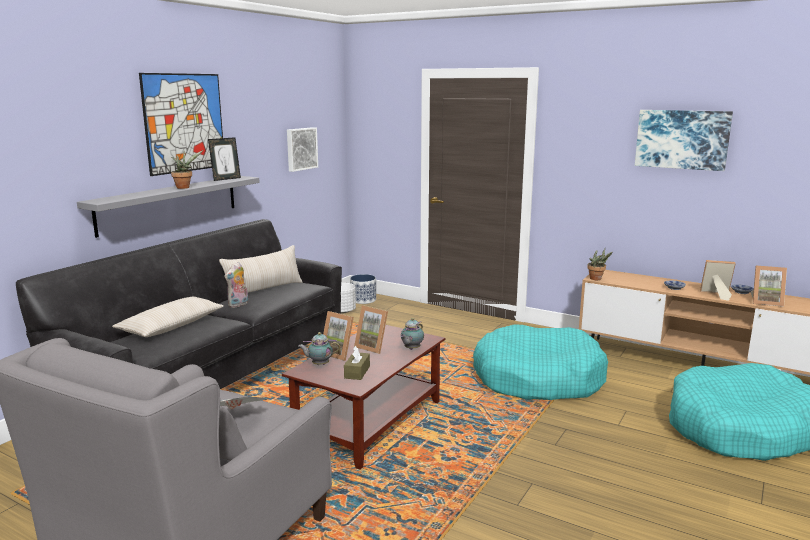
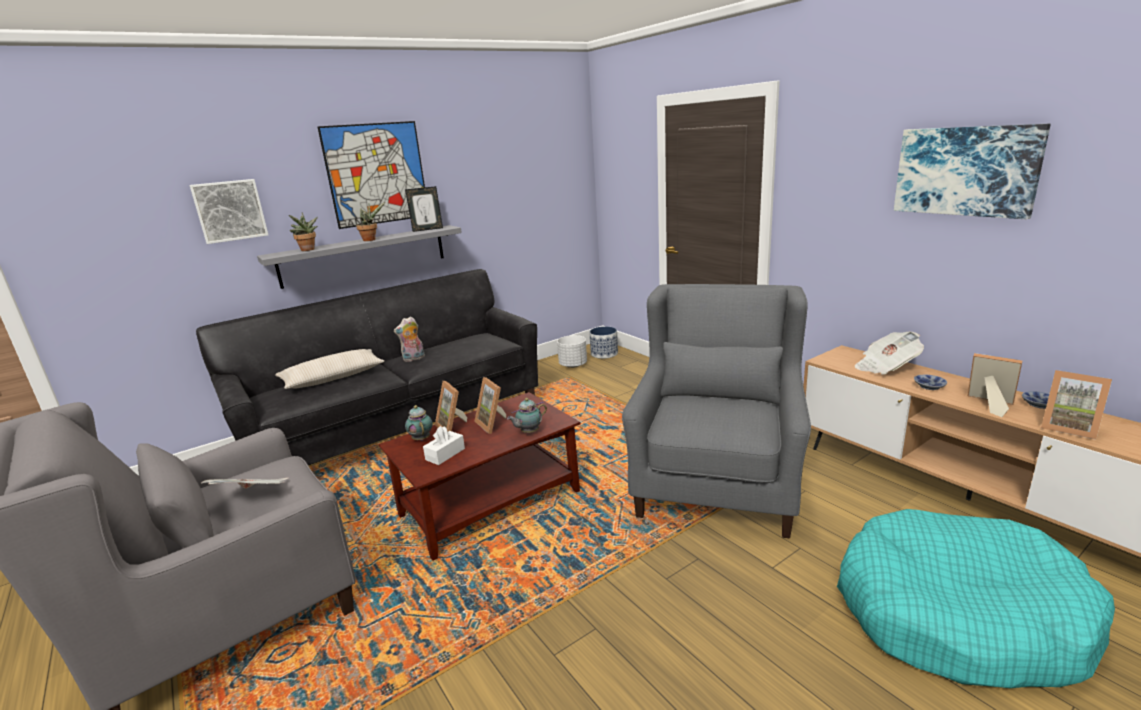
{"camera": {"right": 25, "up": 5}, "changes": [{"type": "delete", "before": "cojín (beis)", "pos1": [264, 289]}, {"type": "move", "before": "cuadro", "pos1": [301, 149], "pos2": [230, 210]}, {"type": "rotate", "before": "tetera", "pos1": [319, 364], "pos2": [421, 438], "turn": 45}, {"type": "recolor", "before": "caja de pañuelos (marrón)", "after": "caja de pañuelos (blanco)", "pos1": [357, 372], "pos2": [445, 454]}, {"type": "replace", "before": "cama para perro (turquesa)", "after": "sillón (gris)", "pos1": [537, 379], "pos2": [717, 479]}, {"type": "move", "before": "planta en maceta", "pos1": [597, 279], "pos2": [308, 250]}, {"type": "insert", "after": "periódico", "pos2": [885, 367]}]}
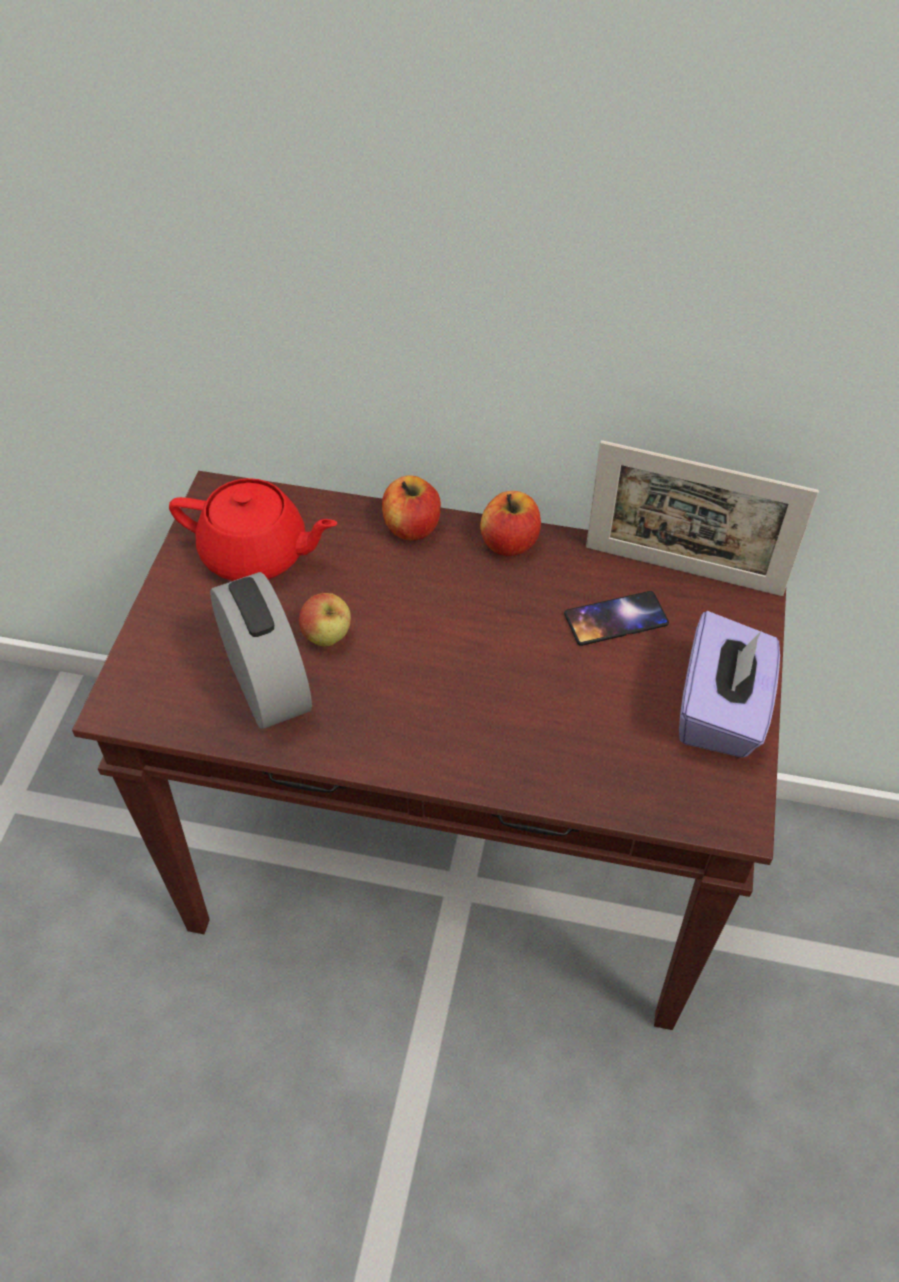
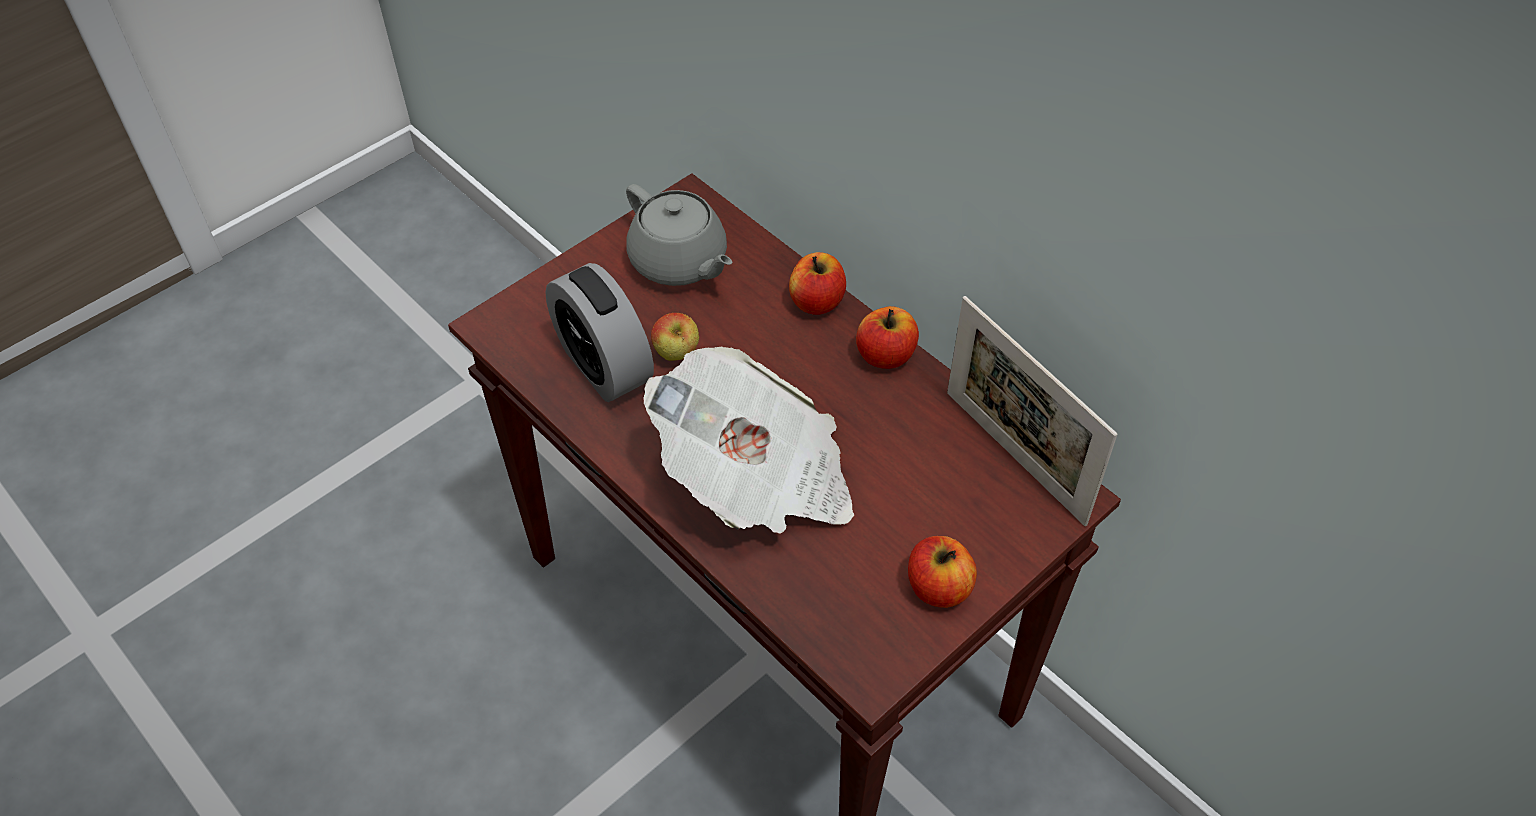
{"camera": {"right": 35, "up": 0}, "changes": [{"type": "recolor", "before": "tetera (rojo)", "after": "tetera (gris)", "pos1": [257, 554], "pos2": [679, 262]}, {"type": "rotate", "before": "despertador", "pos1": [267, 684], "pos2": [604, 365], "turn": 135}, {"type": "delete", "before": "móvil", "pos1": [616, 619]}, {"type": "replace", "before": "caja de pañuelos (morado)", "after": "manzana", "pos1": [721, 711], "pos2": [938, 588]}, {"type": "insert", "after": "periódico", "pos2": [756, 478]}]}
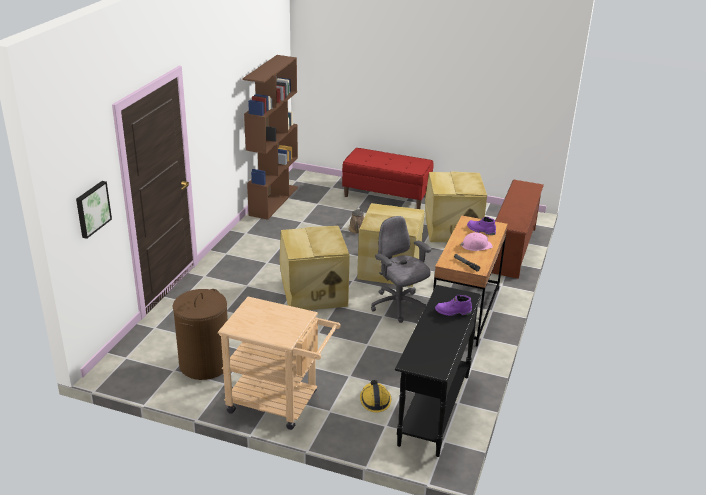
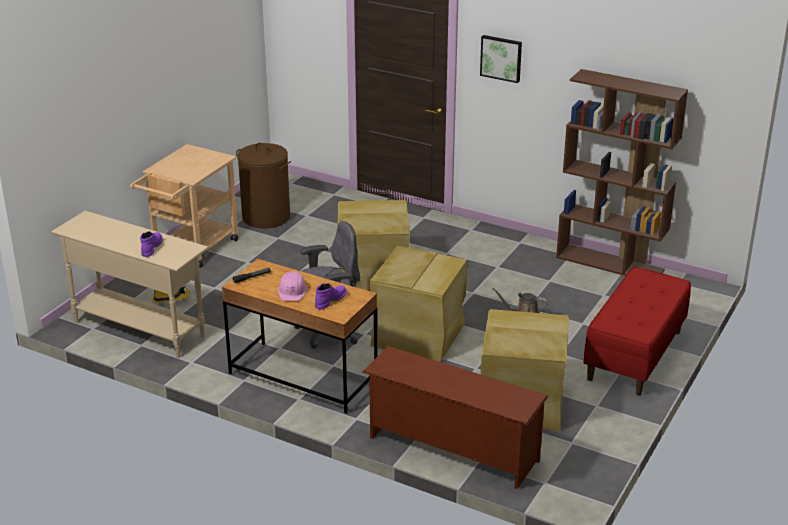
{"camera": {"right": 100, "up": 0}, "changes": [{"type": "move", "before": "cuadro", "pos1": [92, 208], "pos2": [501, 58]}, {"type": "recolor", "before": "mesa consola (negro)", "after": "mesa consola (beis)", "pos1": [433, 409], "pos2": [139, 329]}]}
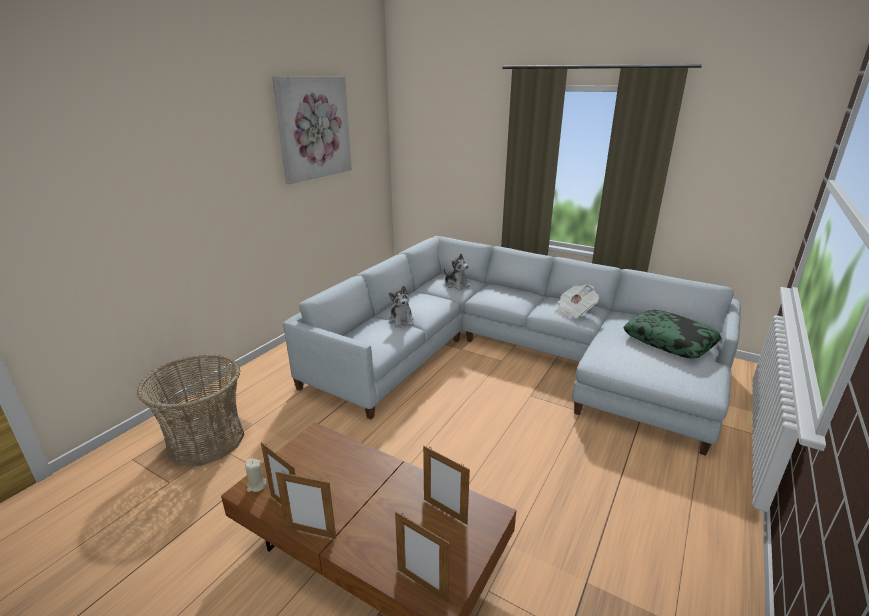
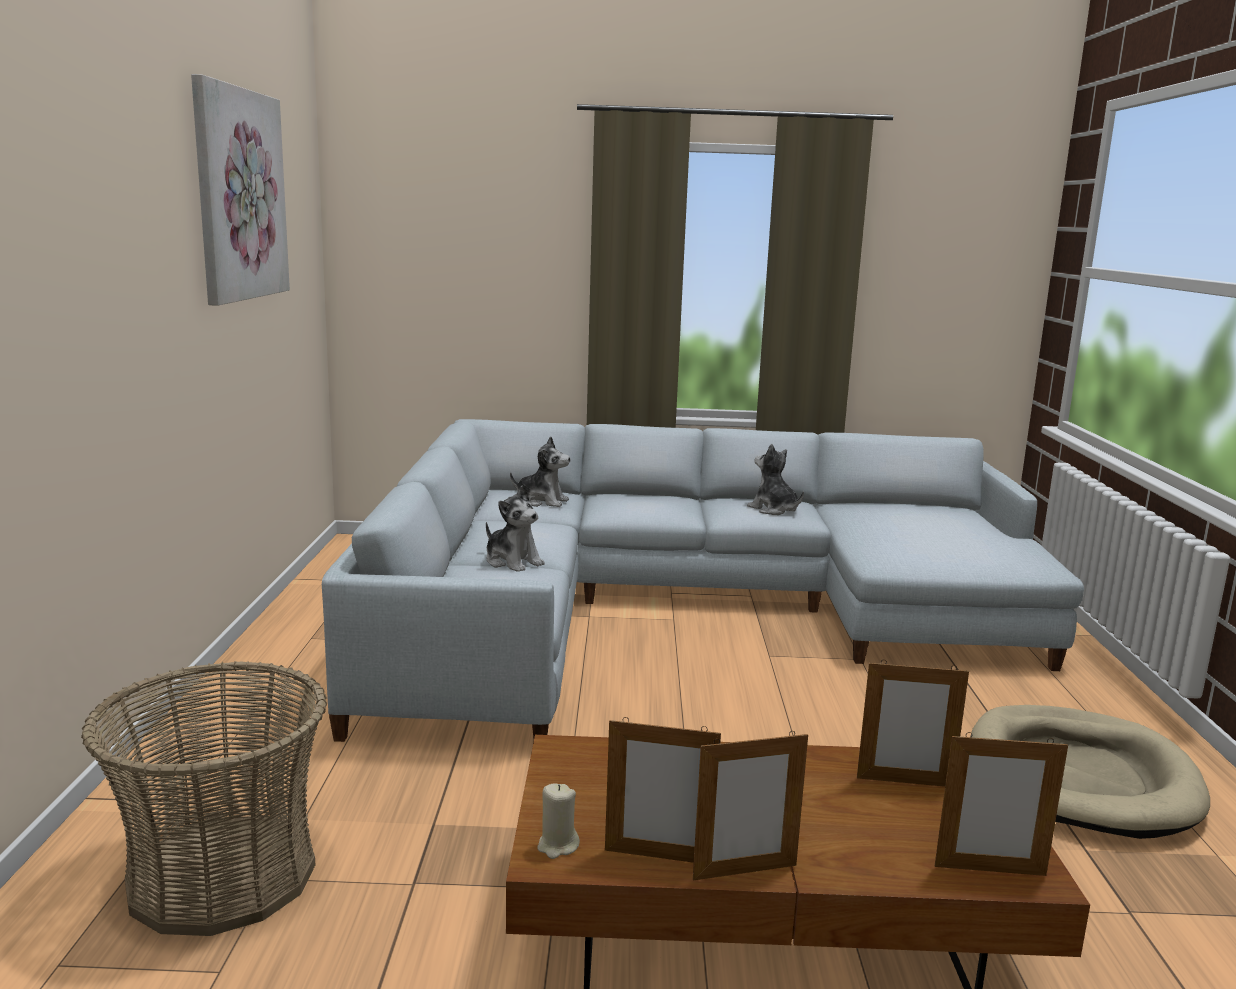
{"camera": {"right": -30, "up": -10}, "changes": [{"type": "replace", "before": "periódico", "after": "peluche", "pos1": [573, 311], "pos2": [773, 509]}, {"type": "delete", "before": "cojín", "pos1": [669, 341]}, {"type": "insert", "after": "cama para perro (beis)", "pos2": [1080, 777]}]}
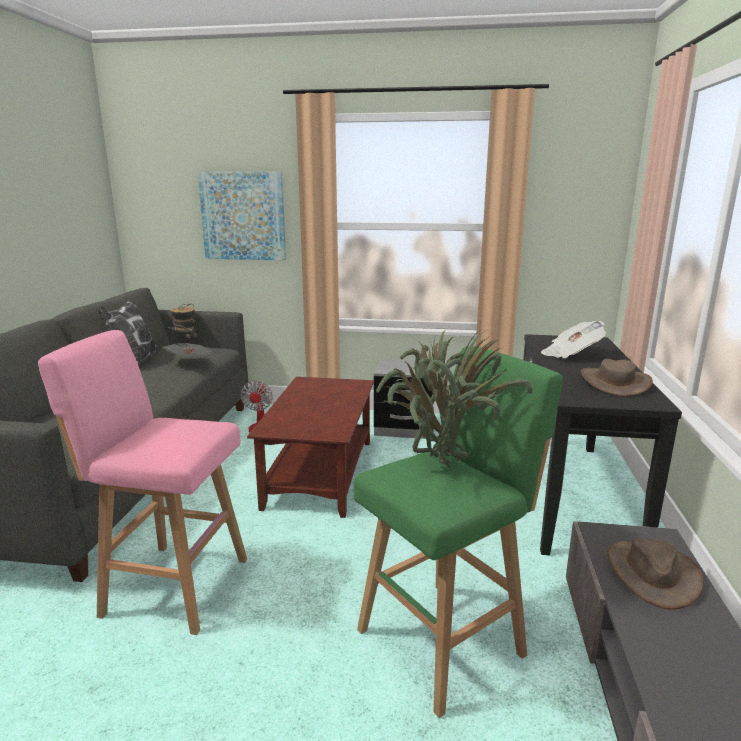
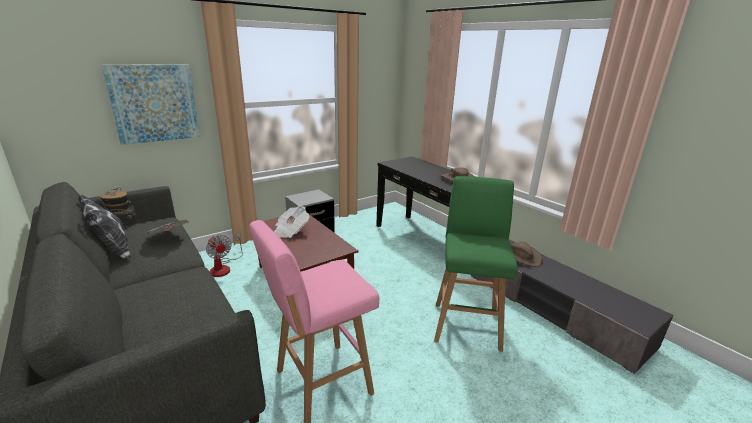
{"camera": {"right": -45, "up": 5}, "changes": [{"type": "delete", "before": "planta en maceta", "pos1": [440, 469]}, {"type": "move", "before": "periódico", "pos1": [571, 354], "pos2": [290, 231]}]}
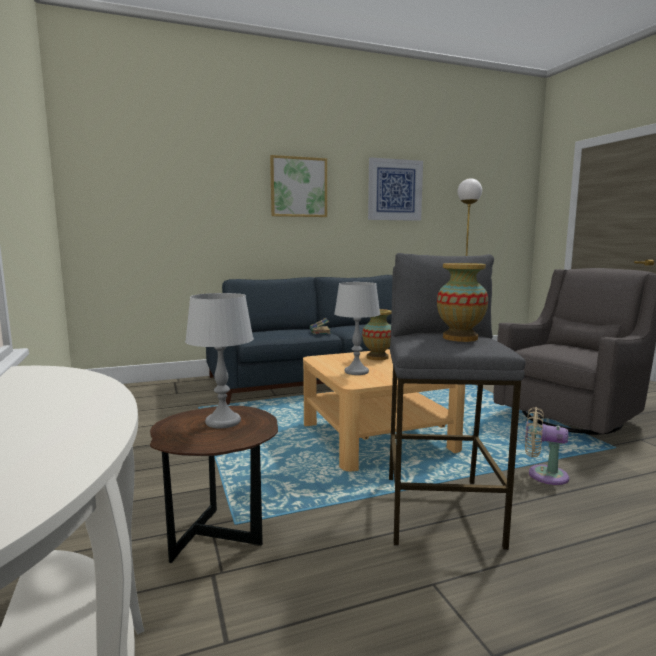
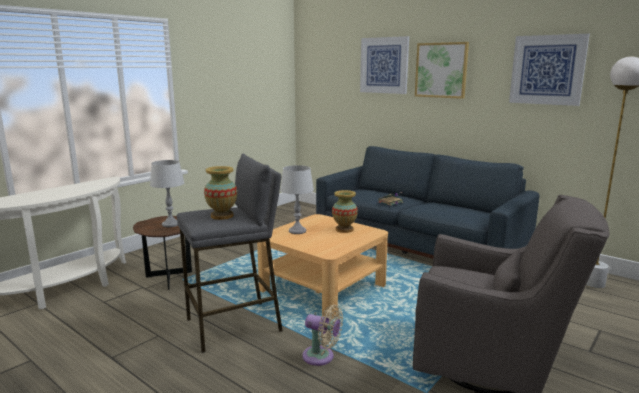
{"camera": {"right": 60, "up": 5}, "changes": [{"type": "rotate", "before": "ventilador (beis)", "pos1": [543, 474], "pos2": [321, 357], "turn": 120}, {"type": "insert", "after": "cuadro", "pos2": [384, 65]}]}
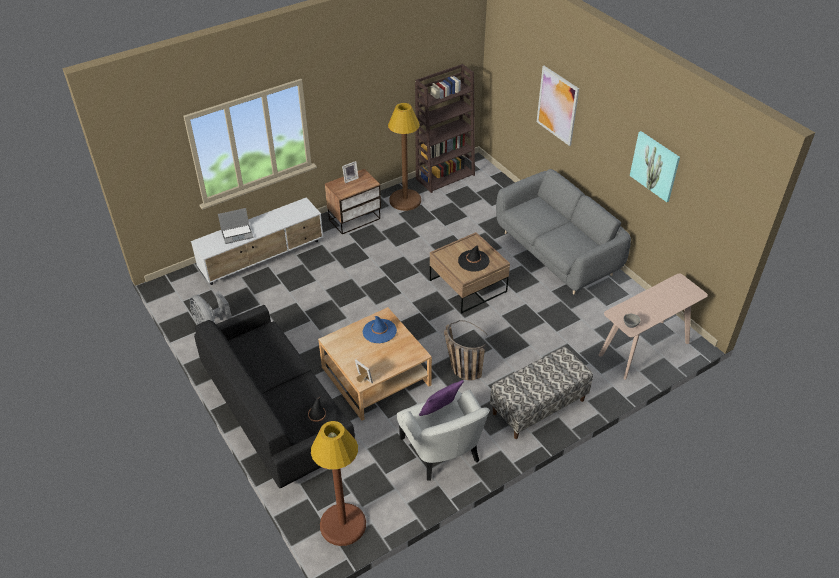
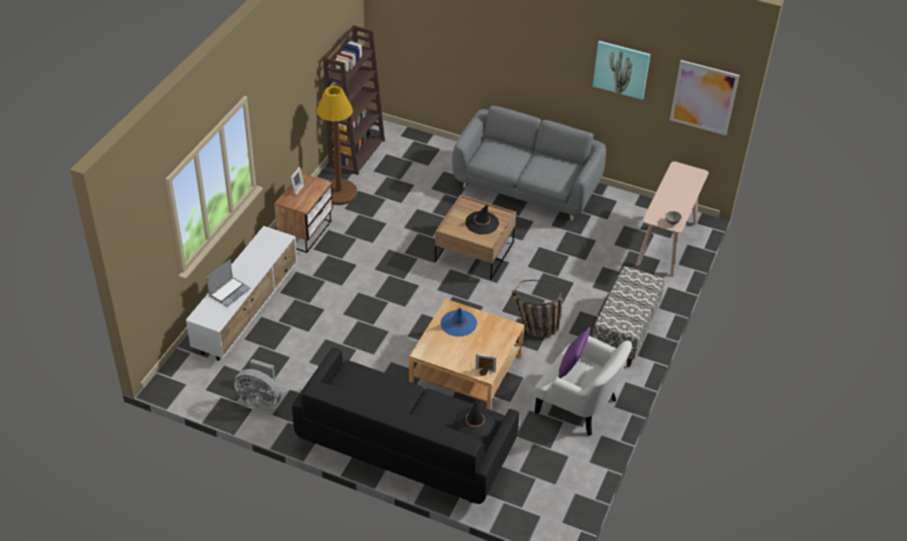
{"camera": {"right": -35, "up": 0}, "changes": [{"type": "delete", "before": "lámpara de pie (marrón)", "pos1": [343, 524]}, {"type": "move", "before": "cuadro", "pos1": [557, 105], "pos2": [703, 97]}]}
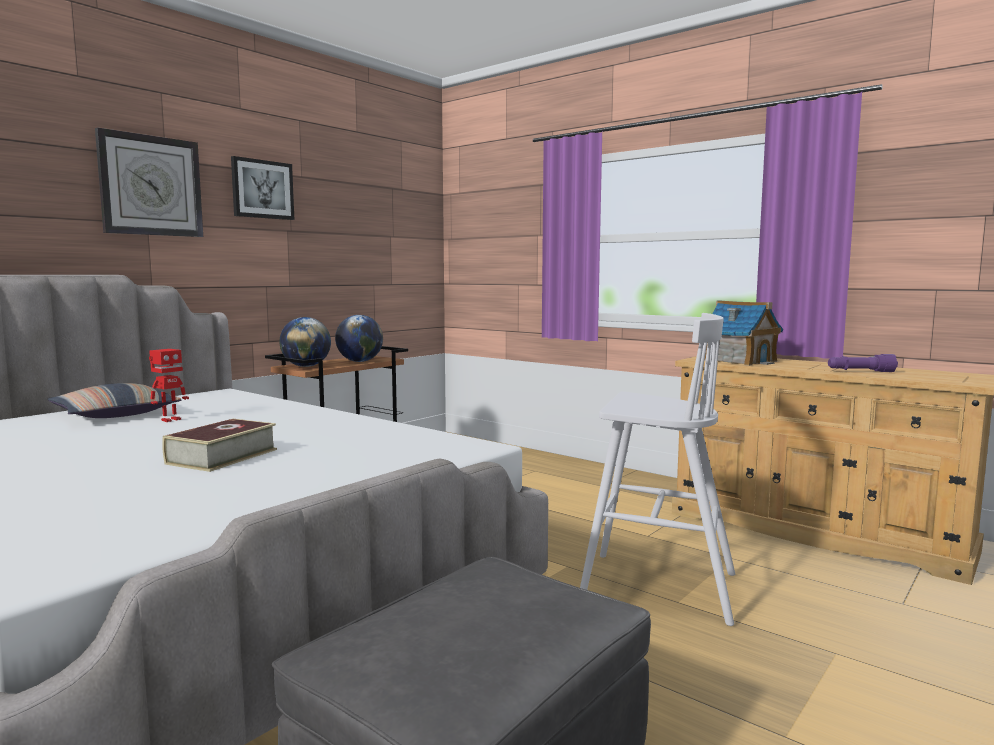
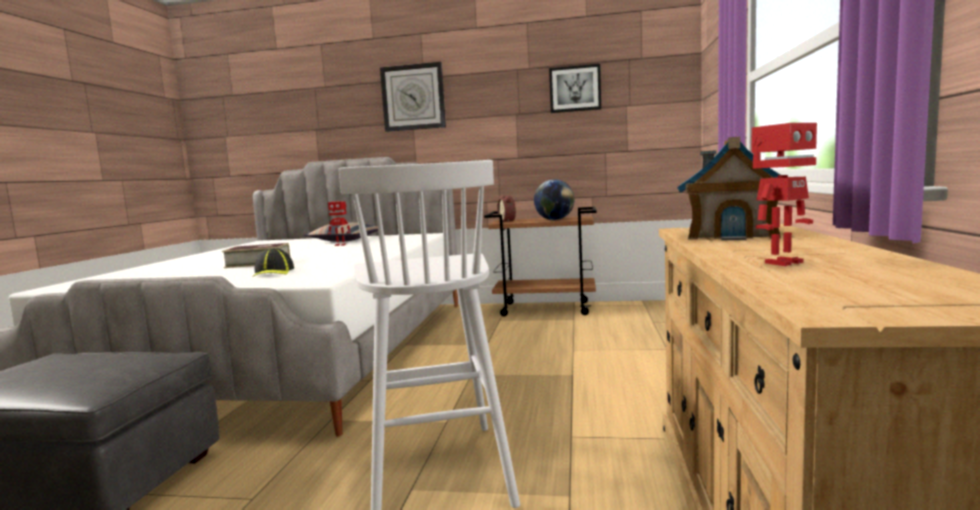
{"camera": {"right": 60, "up": 0}, "changes": [{"type": "move", "before": "cuadro", "pos1": [262, 189], "pos2": [575, 89]}, {"type": "replace", "before": "globo terráqueo", "after": "despertador", "pos1": [306, 366], "pos2": [508, 221]}, {"type": "replace", "before": "linterna (morado)", "after": "robot de juguete", "pos1": [860, 371], "pos2": [781, 262]}, {"type": "insert", "after": "gorra", "pos2": [273, 272]}]}
